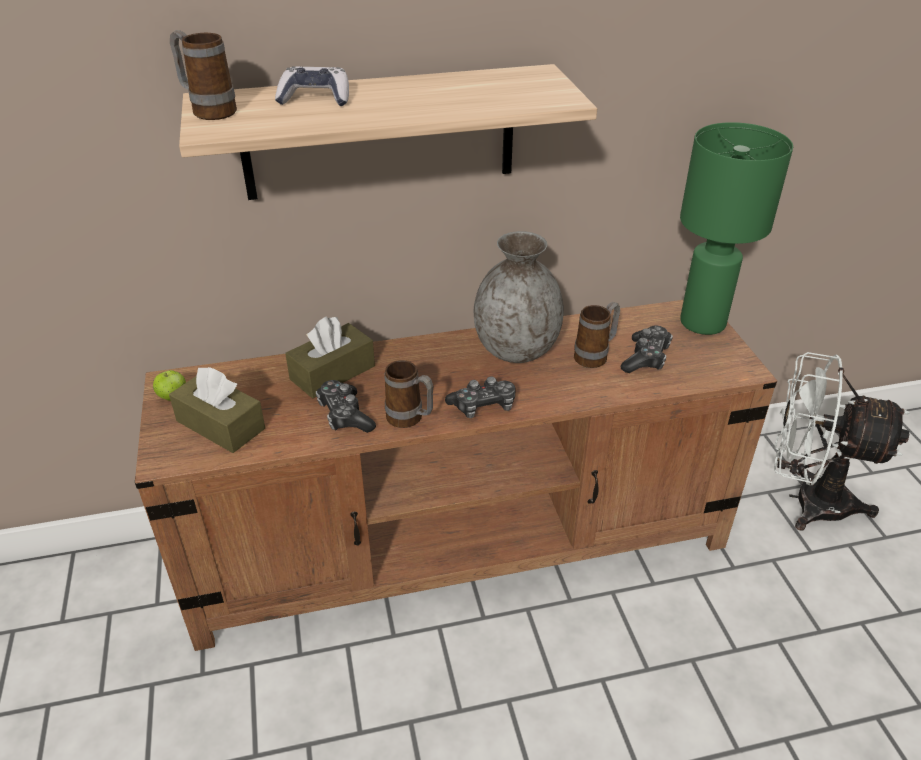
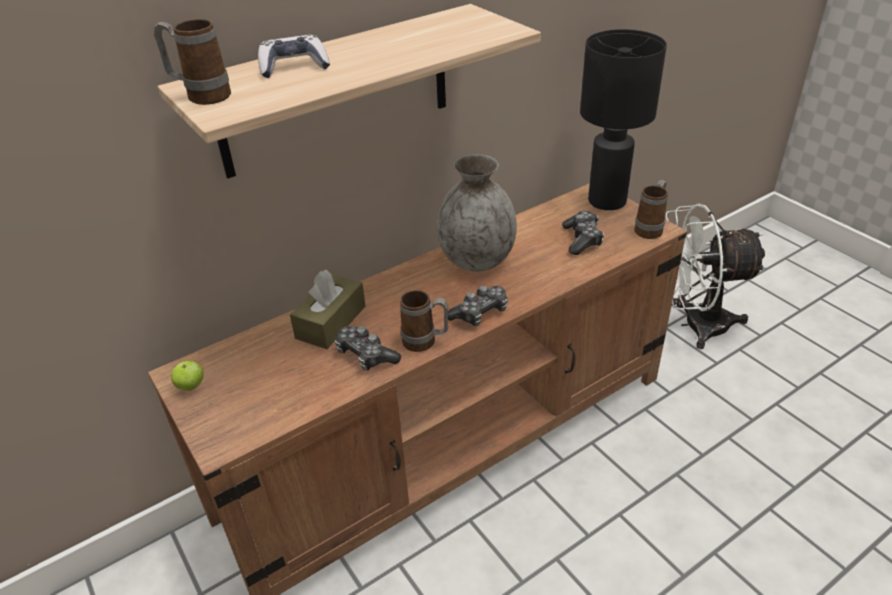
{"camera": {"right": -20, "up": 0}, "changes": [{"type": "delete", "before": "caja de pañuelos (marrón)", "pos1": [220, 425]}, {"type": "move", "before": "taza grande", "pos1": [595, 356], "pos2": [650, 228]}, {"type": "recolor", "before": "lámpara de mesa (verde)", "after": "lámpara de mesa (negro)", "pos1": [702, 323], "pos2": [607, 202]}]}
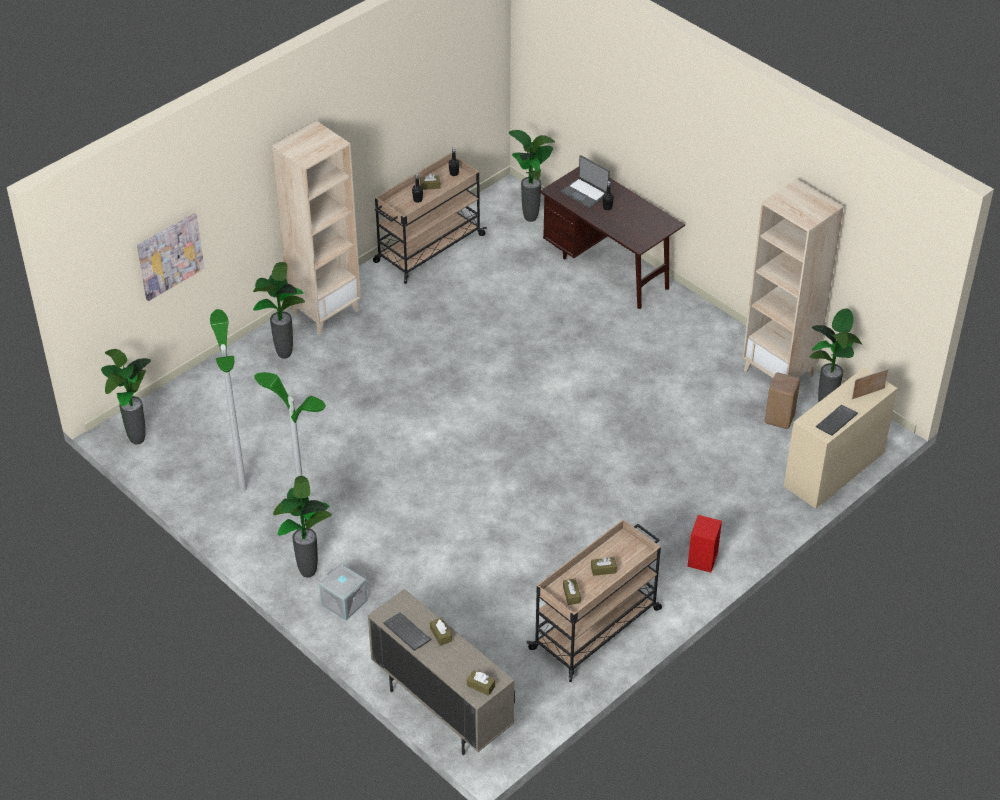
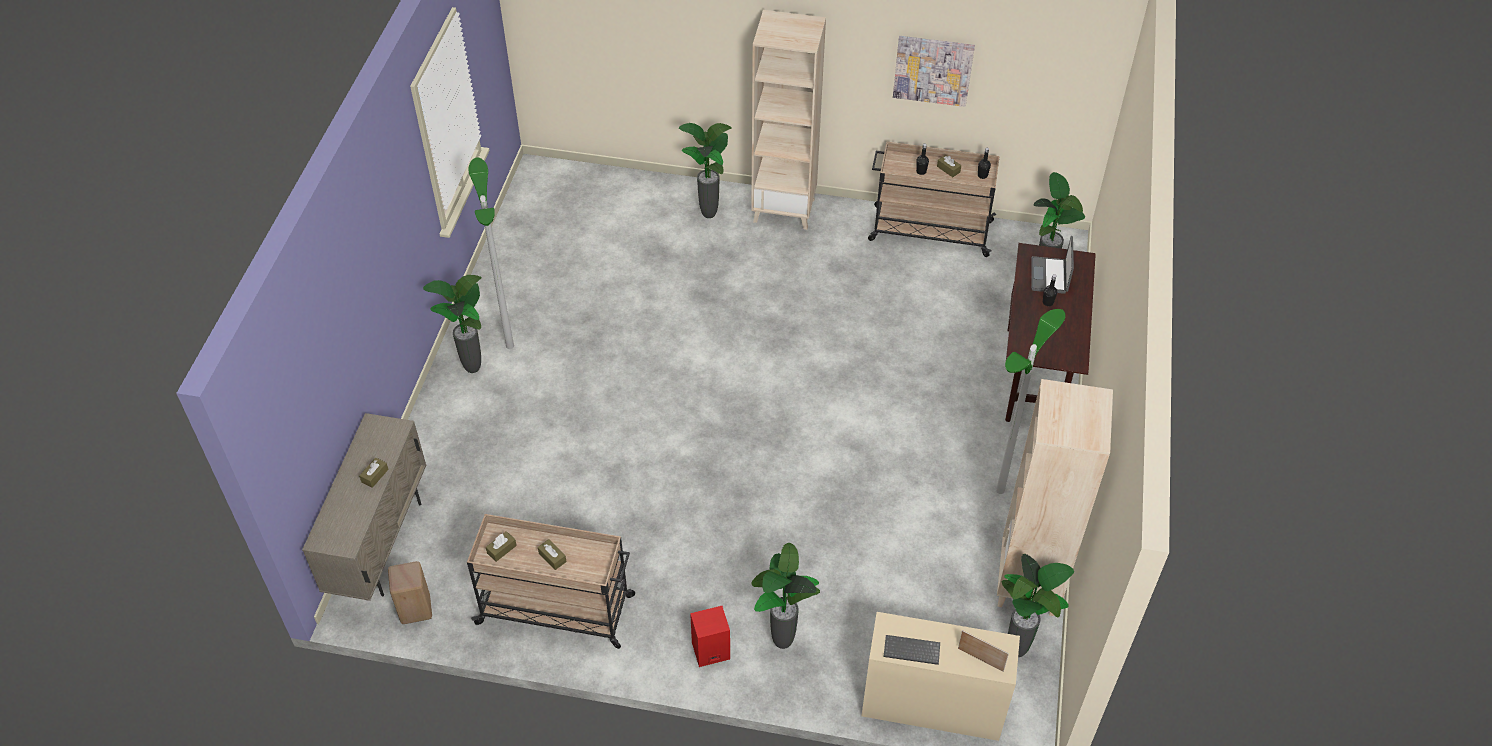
{"camera": {"right": 55, "up": 5}, "changes": [{"type": "move", "before": "planta en maceta", "pos1": [137, 442], "pos2": [781, 643]}, {"type": "move", "before": "cuadro", "pos1": [170, 256], "pos2": [933, 70]}, {"type": "move", "before": "lámpara de pie", "pos1": [242, 488], "pos2": [1000, 490]}, {"type": "delete", "before": "caja de almacenaje (gris)", "pos1": [343, 602]}, {"type": "delete", "before": "teclado", "pos1": [406, 632]}, {"type": "delete", "before": "caja de pañuelos (marrón)", "pos1": [481, 686]}, {"type": "move", "before": "taburete (beis)", "pos1": [779, 418], "pos2": [416, 608]}]}
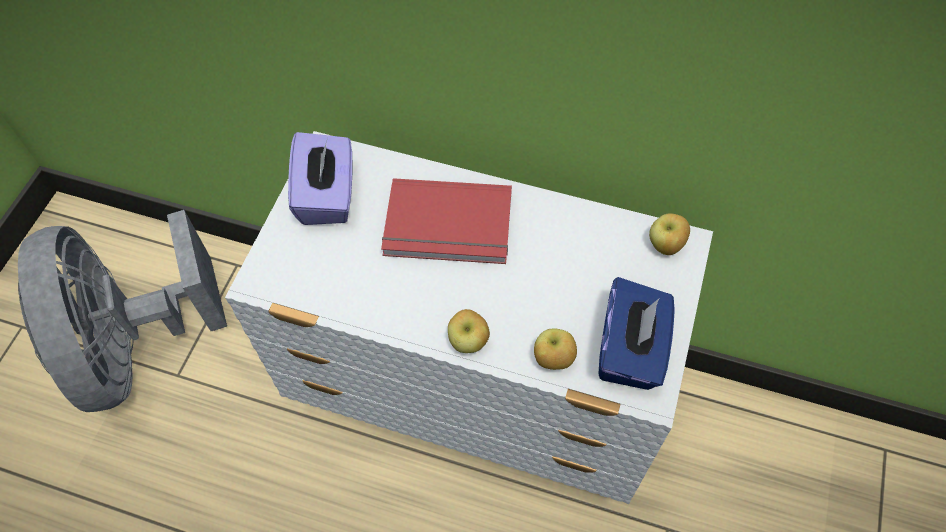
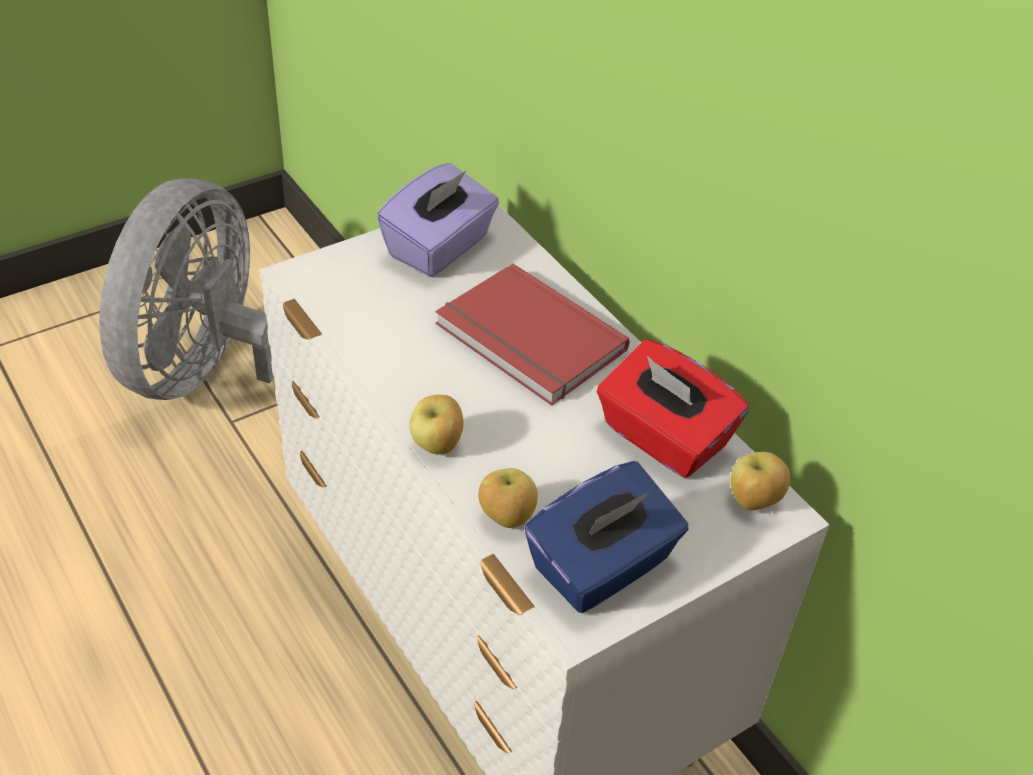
{"camera": {"right": 35, "up": -15}, "changes": [{"type": "insert", "after": "caja de pañuelos (rojo)", "pos2": [663, 438]}]}
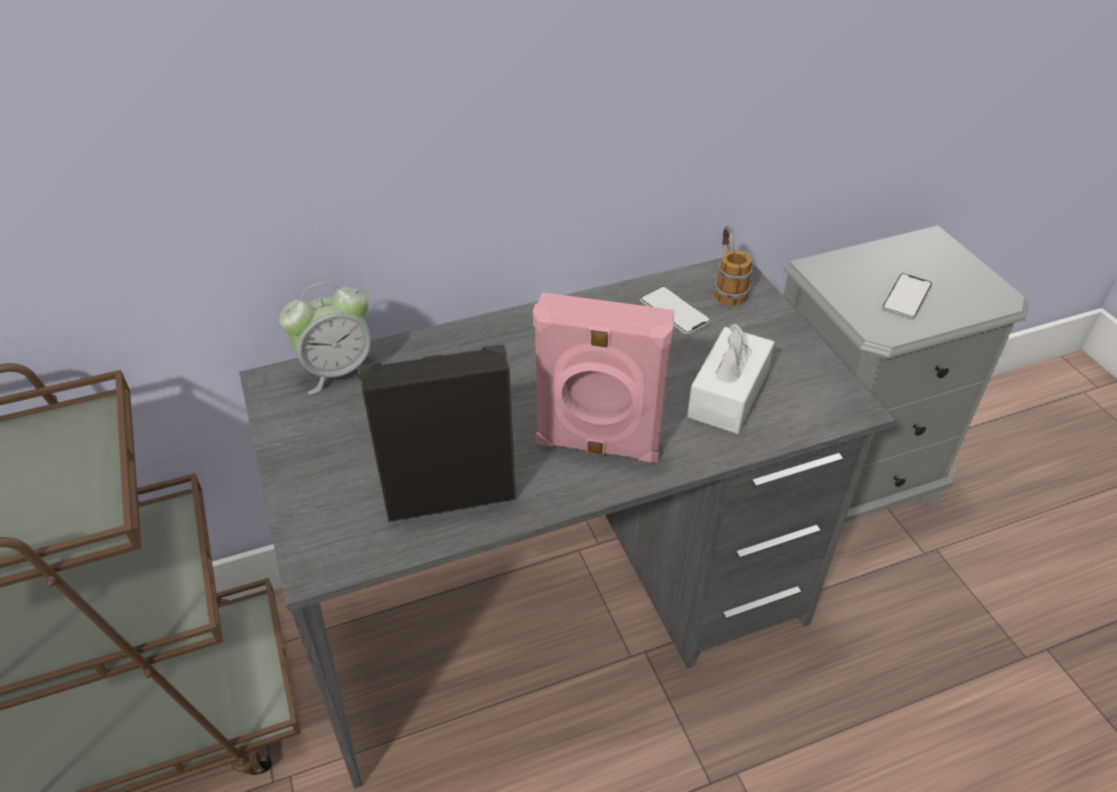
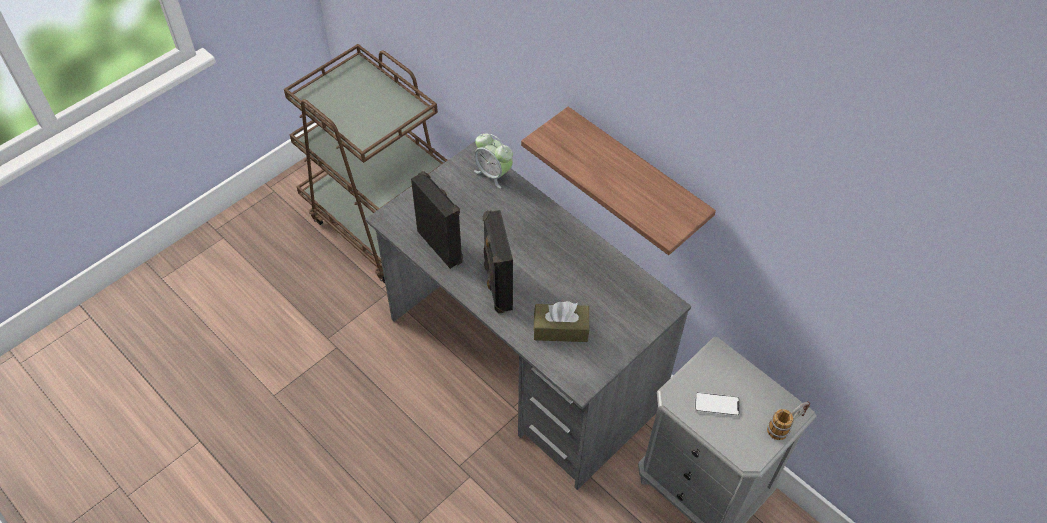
{"camera": {"right": 65, "up": 10}, "changes": [{"type": "recolor", "before": "altavoz (rosa)", "after": "altavoz (negro)", "pos1": [597, 446], "pos2": [497, 287]}, {"type": "delete", "before": "móvil", "pos1": [674, 311]}, {"type": "recolor", "before": "caja de pañuelos (blanco)", "after": "caja de pañuelos (marrón)", "pos1": [728, 394], "pos2": [561, 329]}, {"type": "move", "before": "taza grande", "pos1": [727, 286], "pos2": [785, 426]}, {"type": "insert", "after": "estante", "pos2": [635, 180]}]}
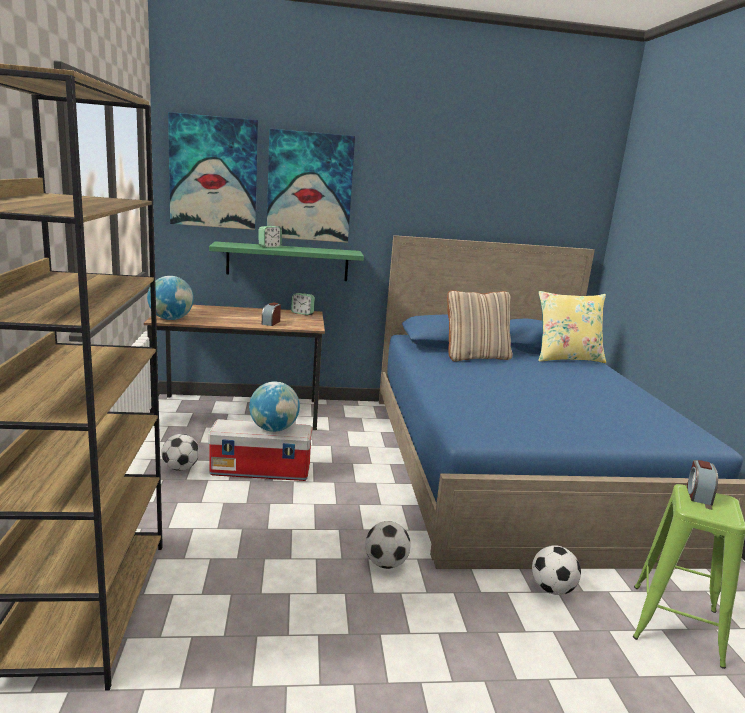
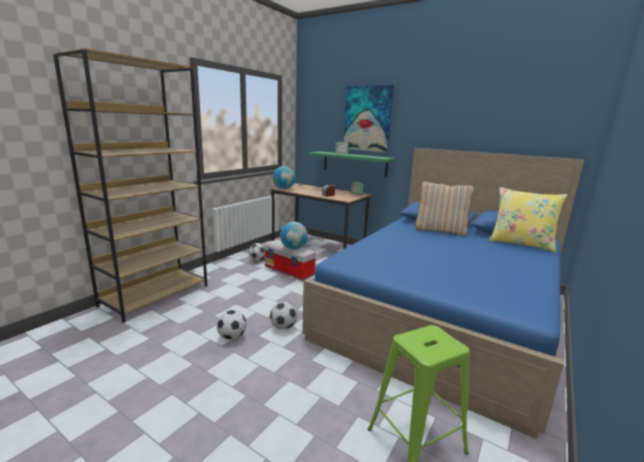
{"camera": {"right": 40, "up": 0}, "changes": [{"type": "delete", "before": "cuadro", "pos1": [213, 172]}, {"type": "move", "before": "balón de fútbol", "pos1": [552, 589], "pos2": [232, 336]}, {"type": "delete", "before": "despertador", "pos1": [698, 495]}]}
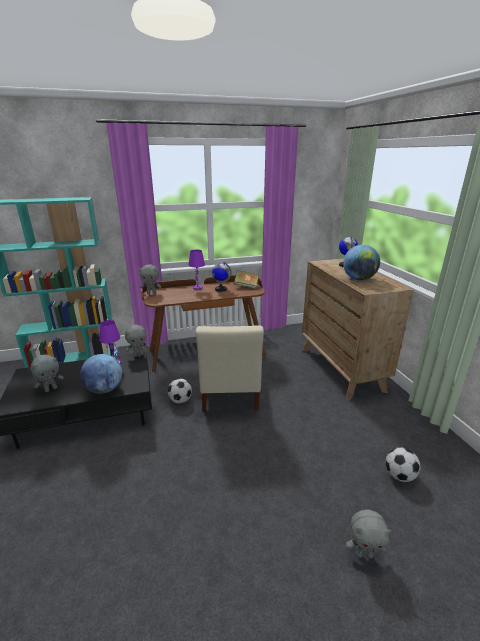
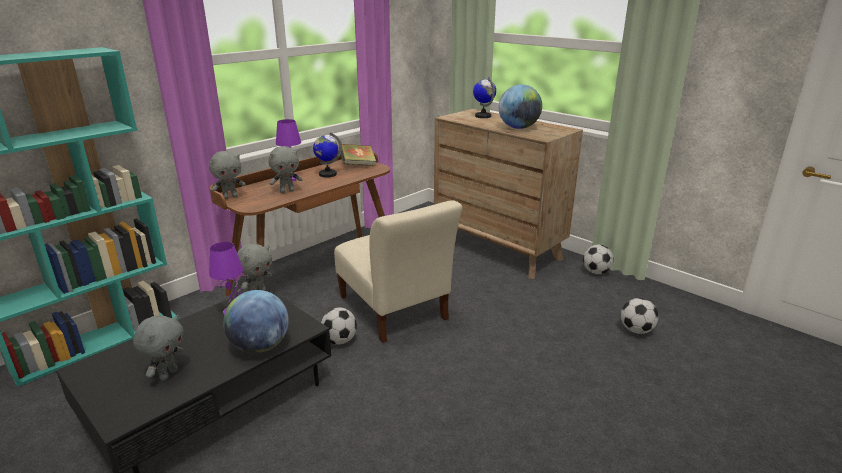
{"camera": {"right": -30, "up": 0}, "changes": [{"type": "move", "before": "peluche (gris)", "pos1": [364, 554], "pos2": [287, 191]}, {"type": "insert", "after": "balón de fútbol", "pos2": [595, 272]}]}
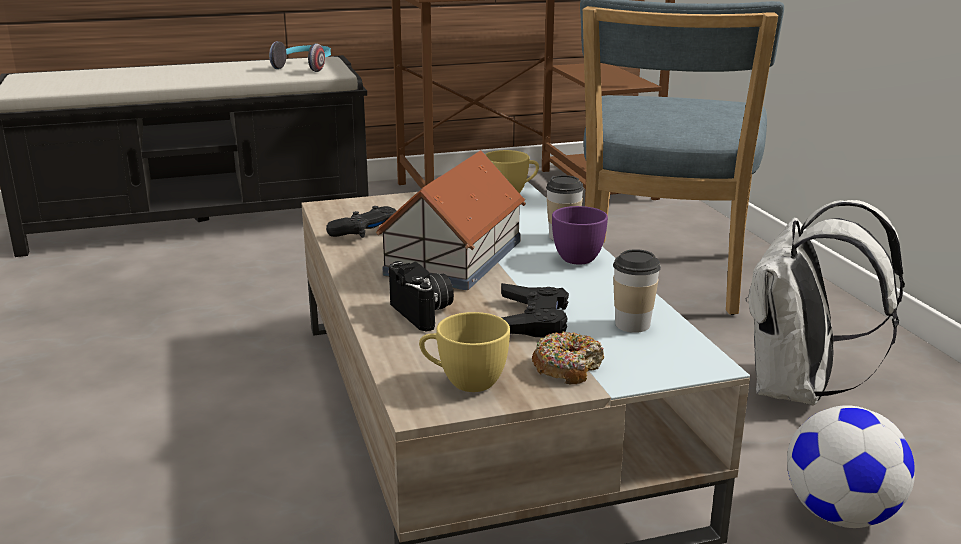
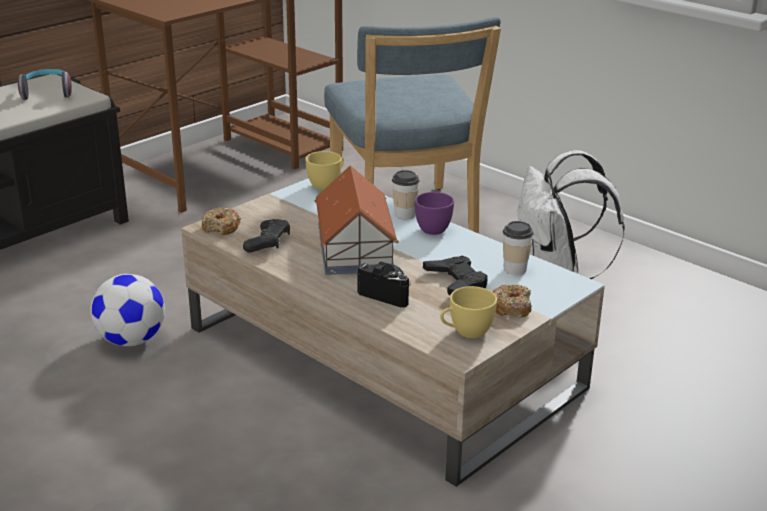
{"camera": {"right": -30, "up": 5}, "changes": [{"type": "move", "before": "balón de fútbol", "pos1": [841, 515], "pos2": [132, 340]}, {"type": "insert", "after": "rosquilla", "pos2": [221, 227]}]}
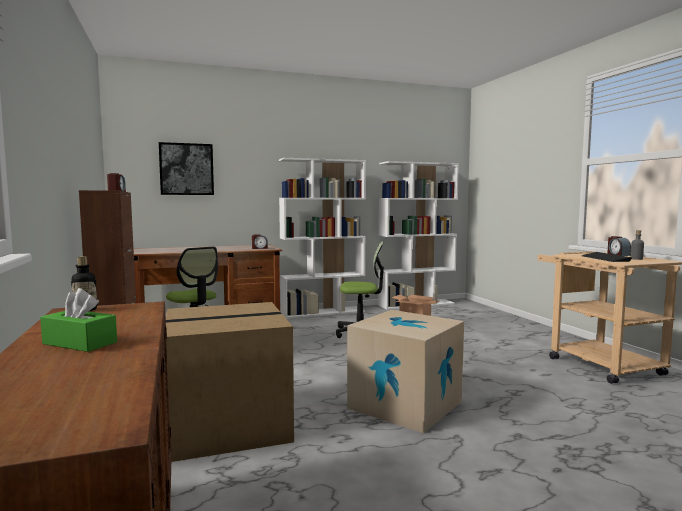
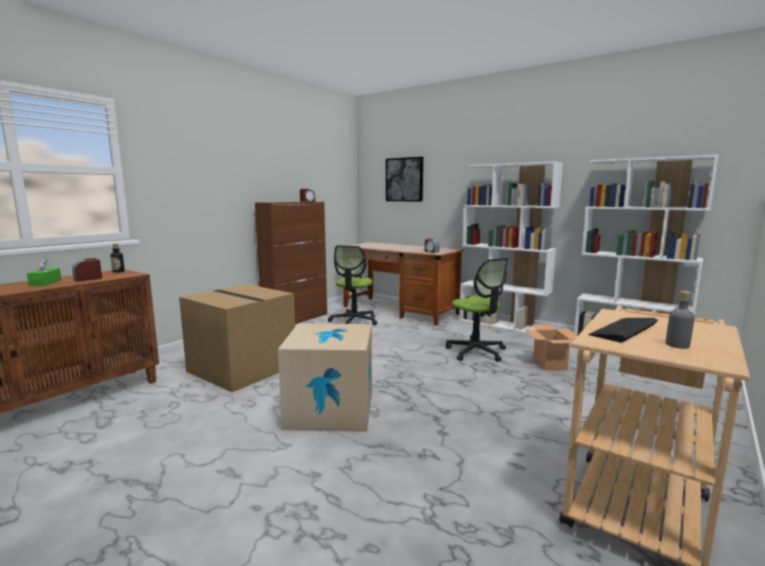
{"camera": {"right": 55, "up": 5}, "changes": [{"type": "move", "before": "despertador", "pos1": [617, 254], "pos2": [88, 279]}]}
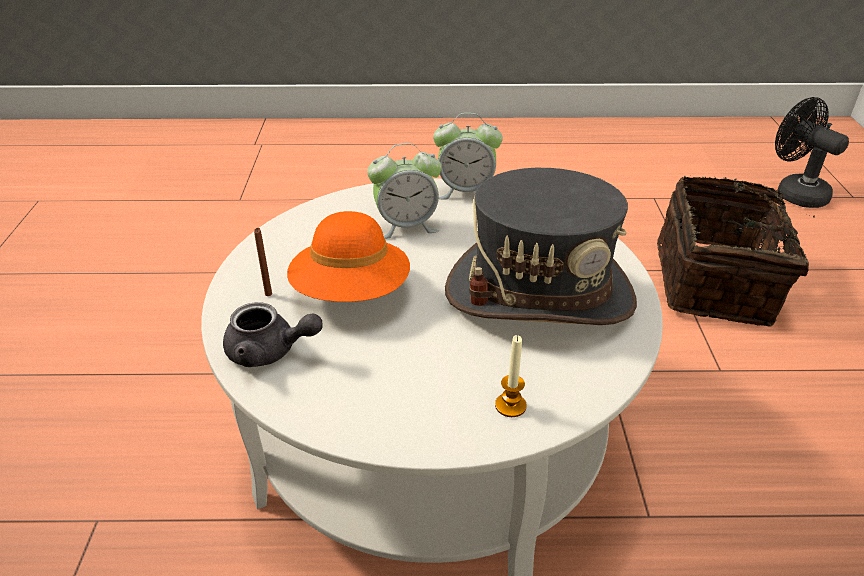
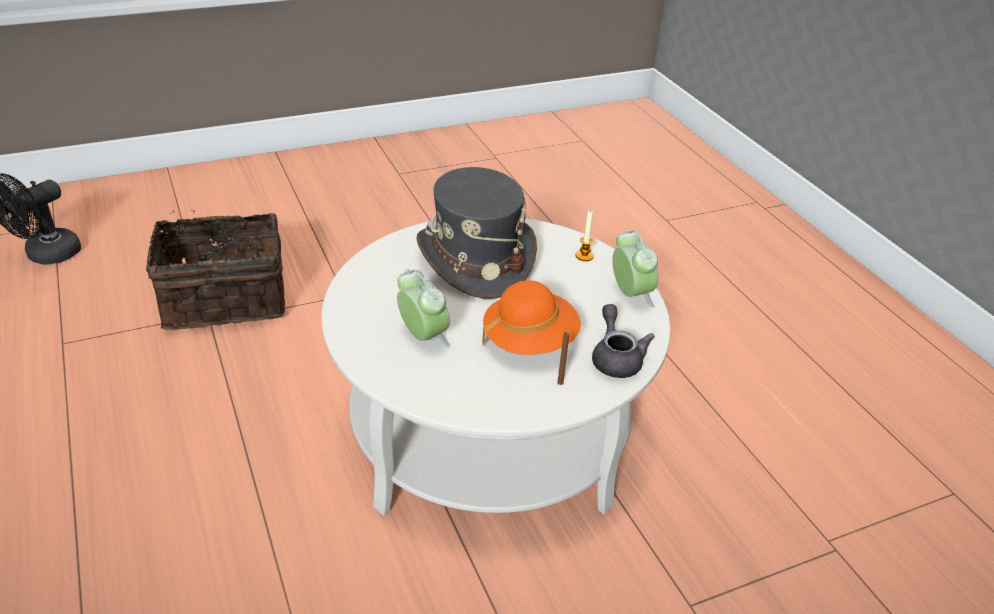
{"camera": {"right": -115, "up": 0}, "changes": [{"type": "move", "before": "despertador", "pos1": [466, 191], "pos2": [630, 294]}]}
